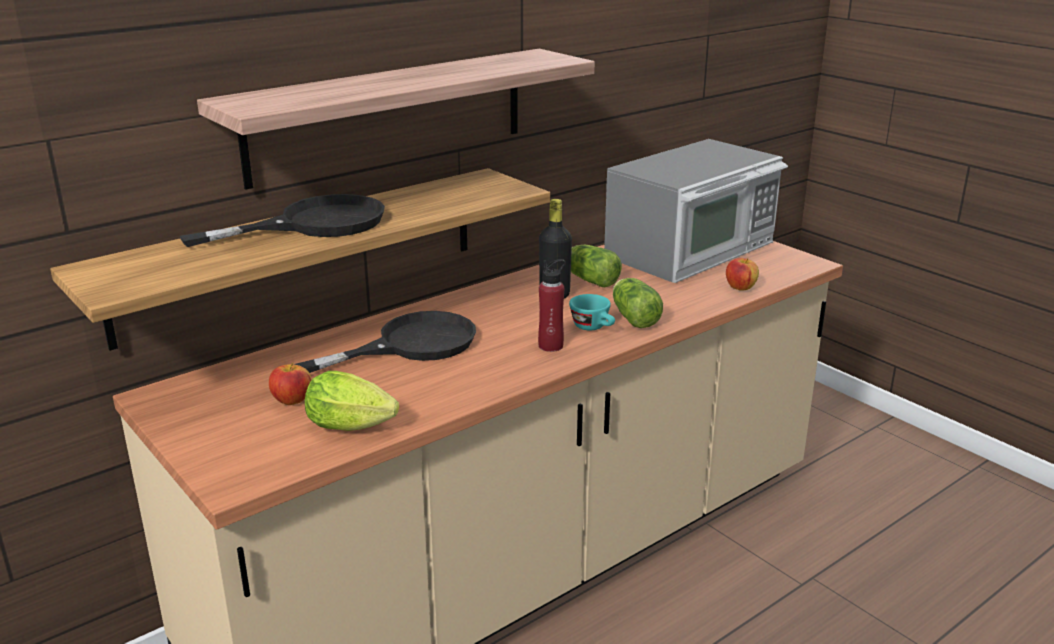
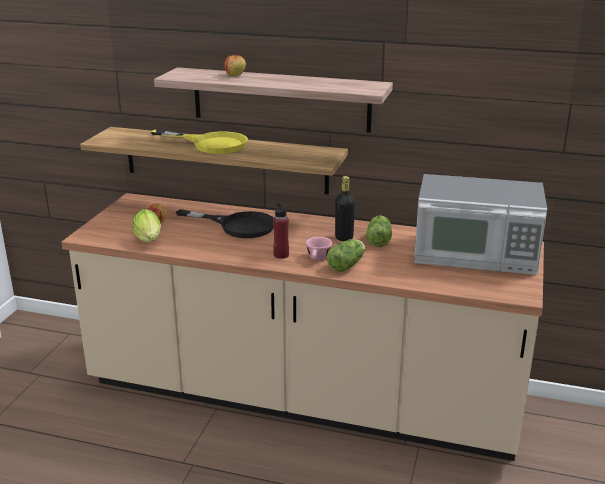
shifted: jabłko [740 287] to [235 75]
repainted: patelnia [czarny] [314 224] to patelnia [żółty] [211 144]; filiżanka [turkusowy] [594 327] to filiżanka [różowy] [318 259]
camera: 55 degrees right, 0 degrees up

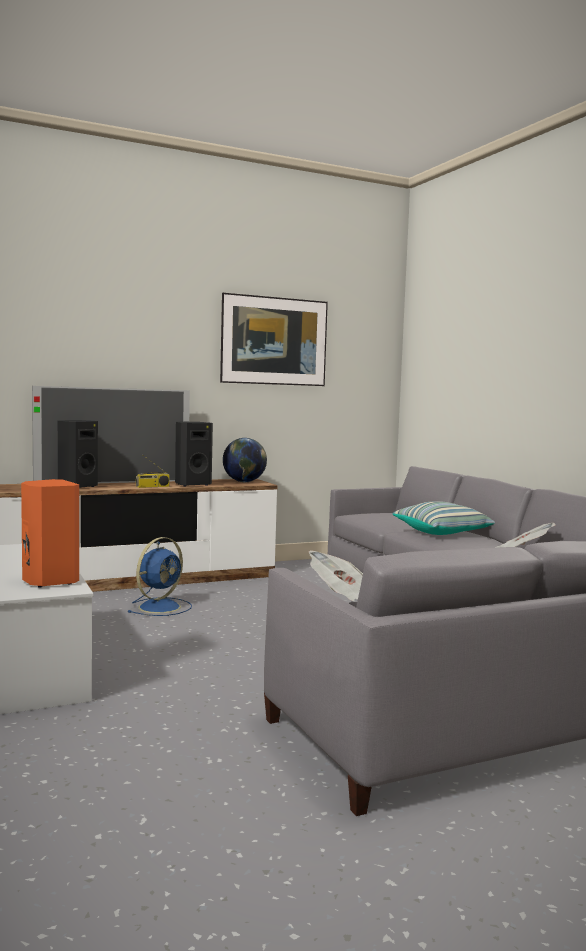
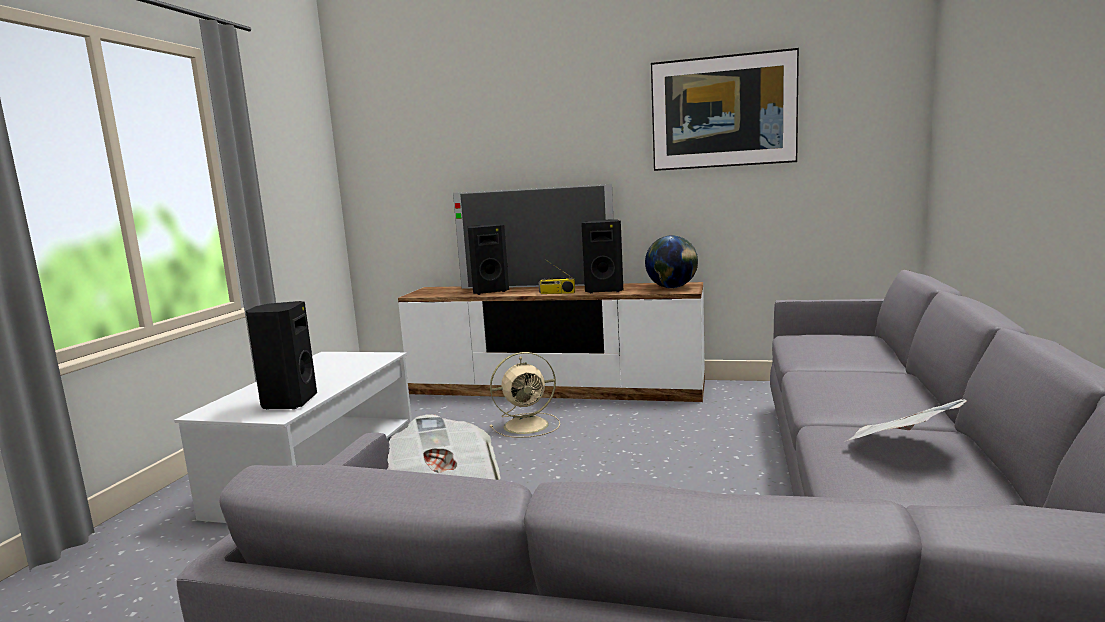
gone: poduszka [443 532]
repainted: głośnik [pomarańczowy] [49 581] to głośnik [czarny] [288 402]; wentylator [niebieski] [161 607] to wentylator [beżowy] [528 425]
camera: 40 degrees right, 5 degrees up

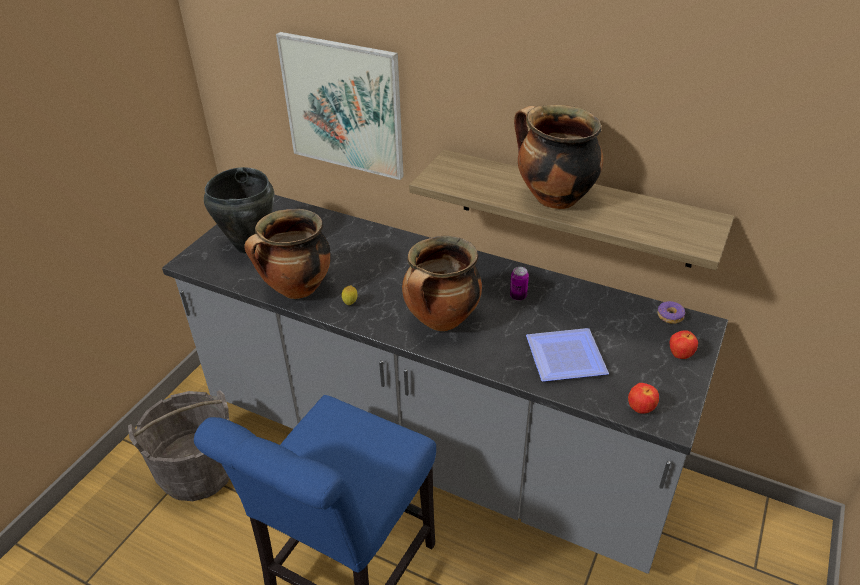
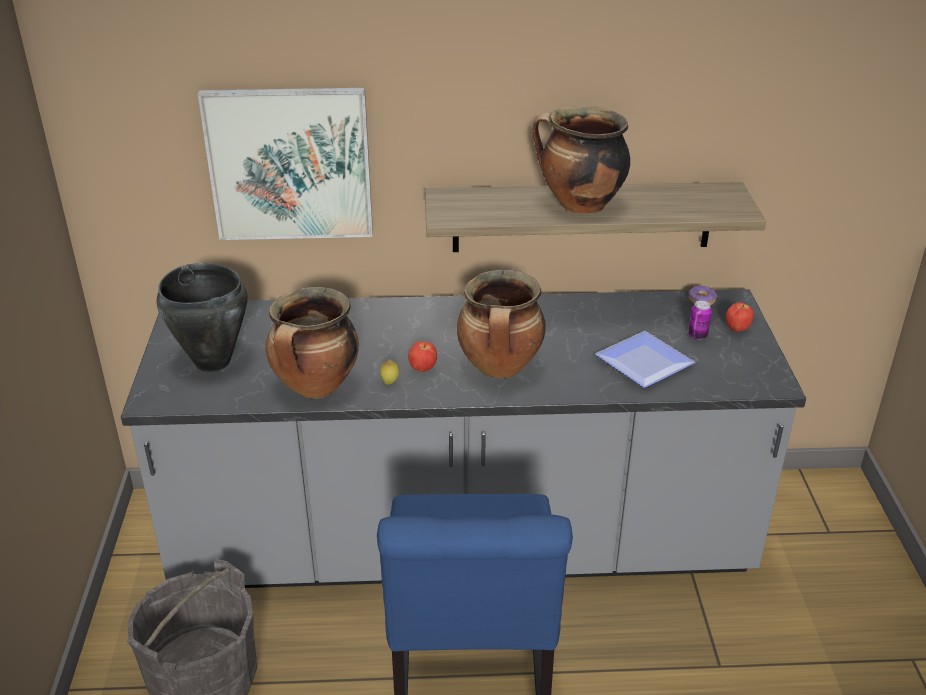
shifted: puszka [518 296] to [697 335]; jabłko [641 409] to [423 369]
camera: 30 degrees left, 5 degrees down

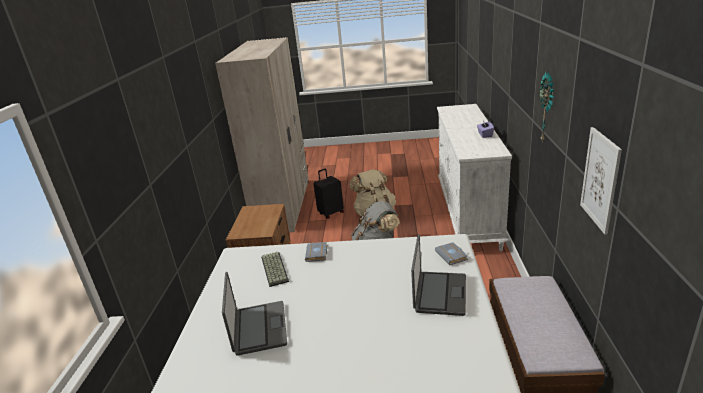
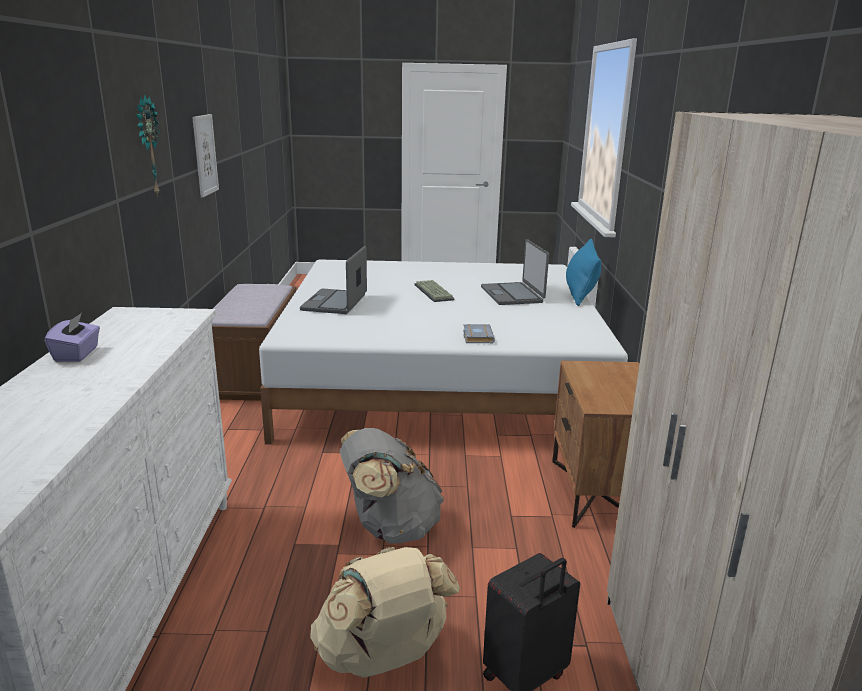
gone: książka [szary] [452 256]
new: poduszka [niebieski] [580 292]
shifted: klawiatura [273 269] to [434 292]
camera: 175 degrees right, 5 degrees down

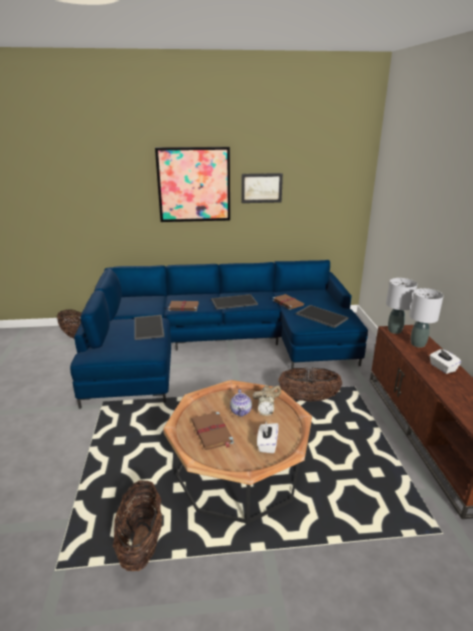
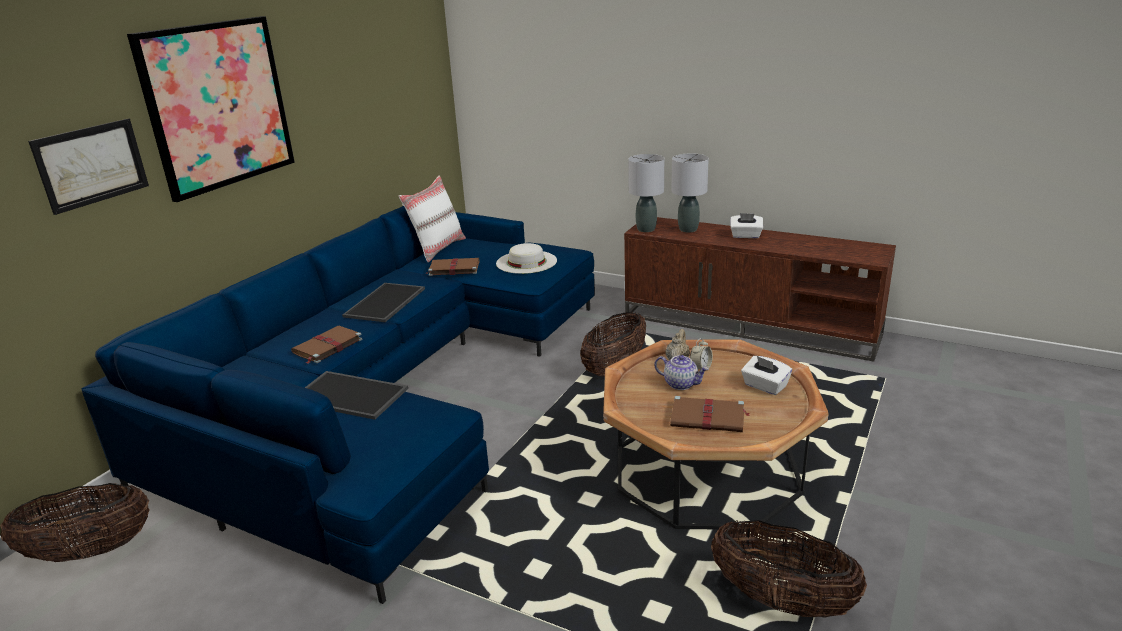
new: poduszka [biały] [438 248]
shifted: obraz [261 188] to [91 165]
swapped: taca [320 316] to kapelusz [biały] [526 262]
camera: 55 degrees left, 0 degrees up

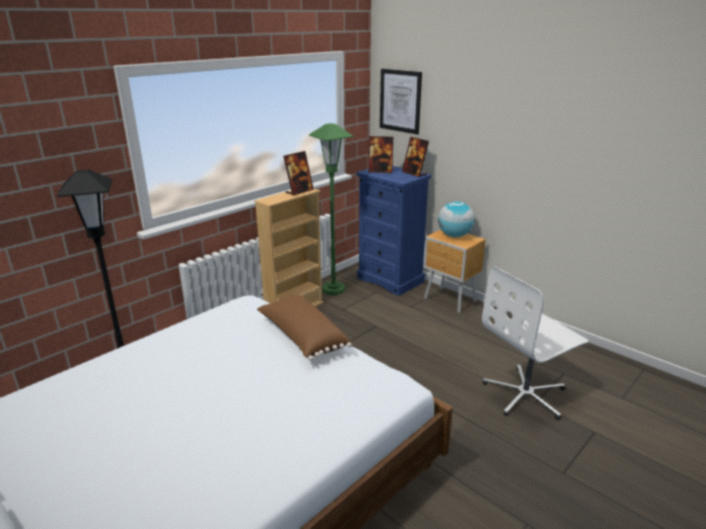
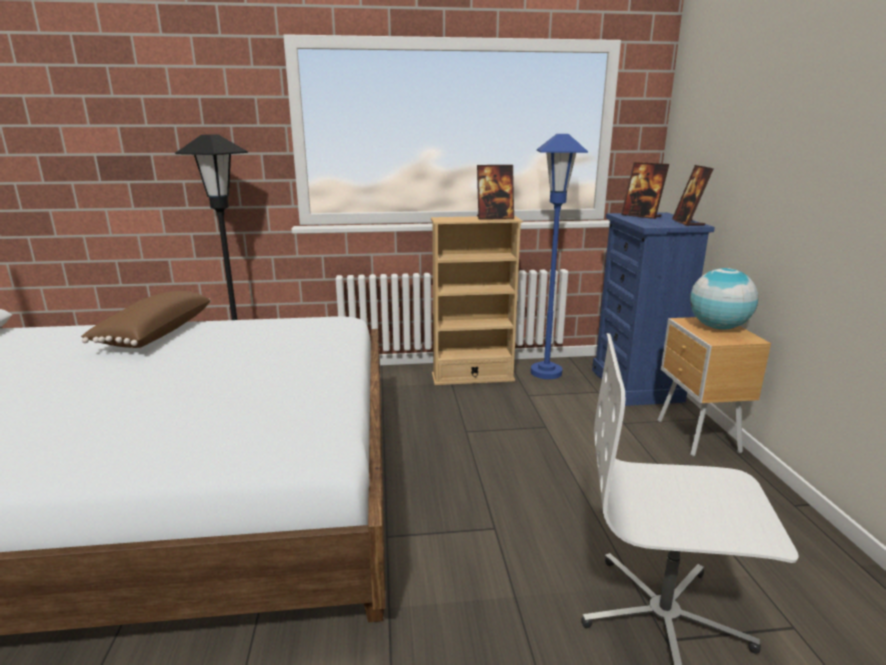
gone: obraz [400 101]
shifted: poduszka [brązowy] [302 337] to [154 334]
repainted: lampa stojąca [zielony] [333 289] to lampa stojąca [niebieski] [546 372]
camera: 40 degrees right, 5 degrees down

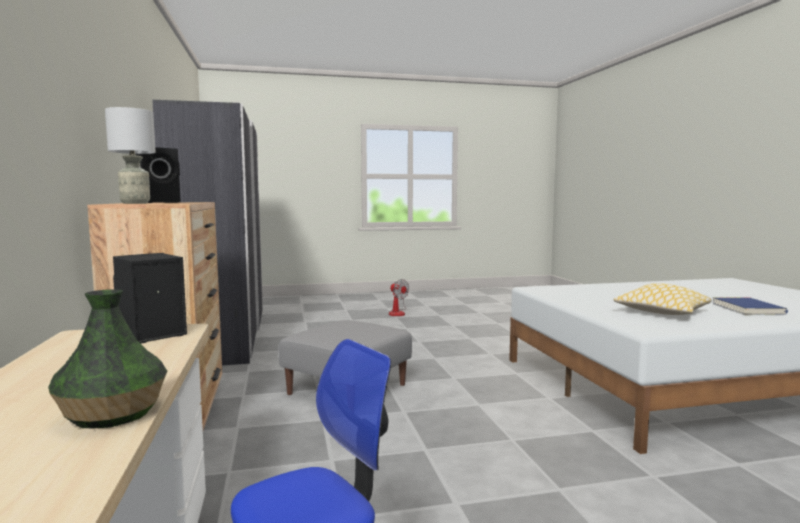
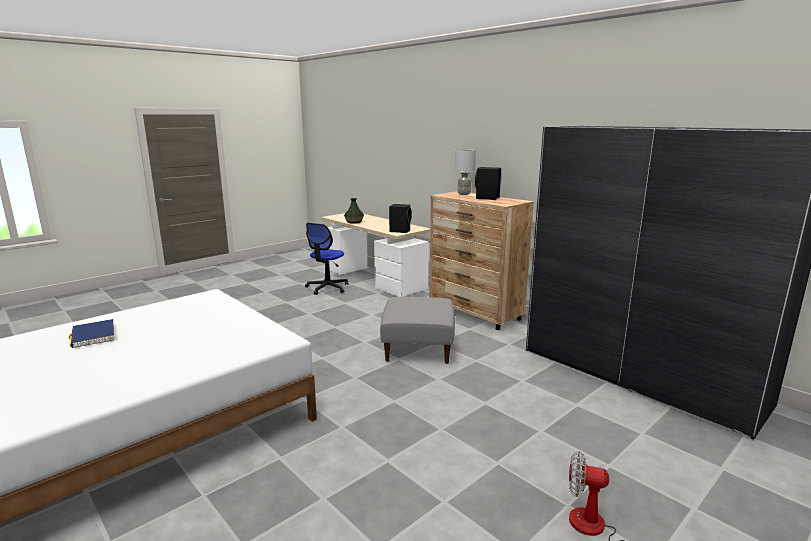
gone: poduszka [662 312]
camera: 150 degrees right, 10 degrees up

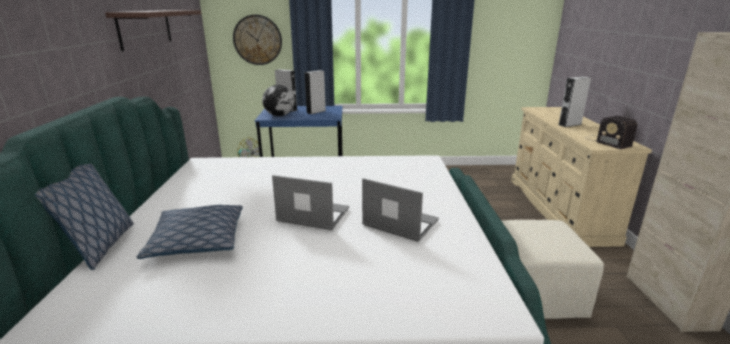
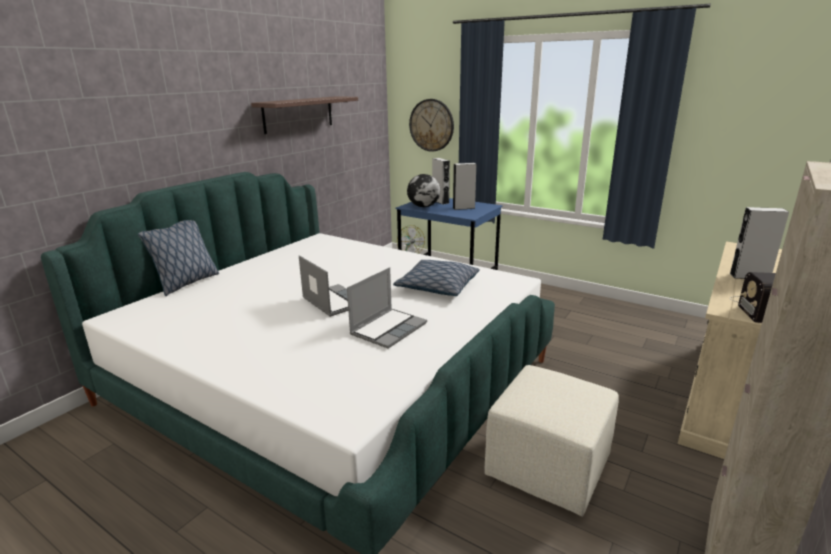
shifted: poduszka [197 241] to [437 287]
rotated: laptop [399 223] = [388 329] 60 degrees clockwise
camera: 35 degrees right, 0 degrees up

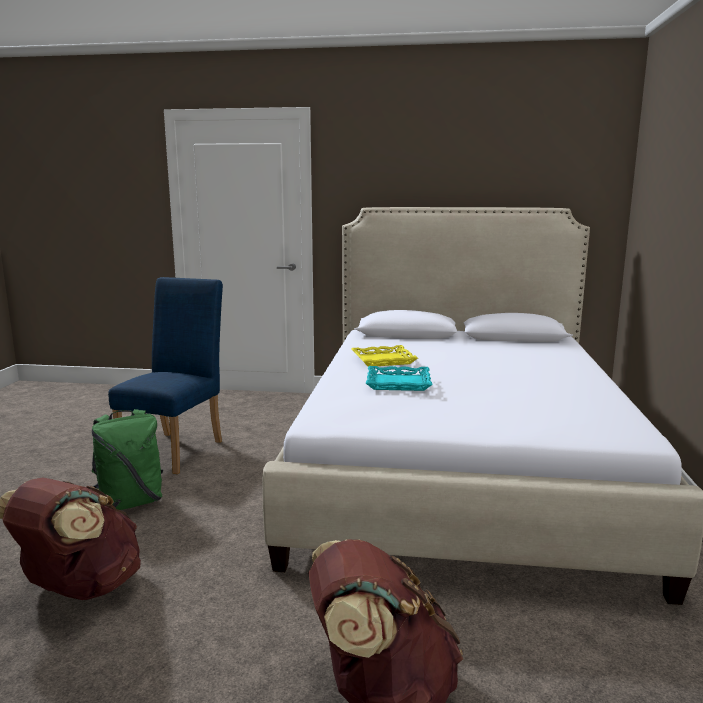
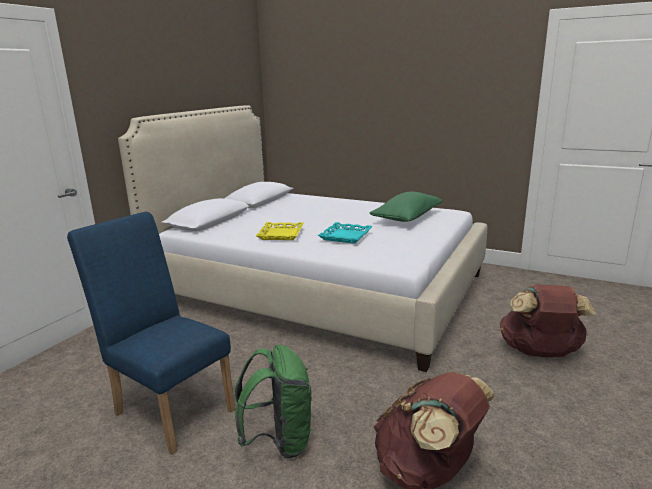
new: poduszka [zielony] [407 218]
camera: 70 degrees left, 5 degrees up

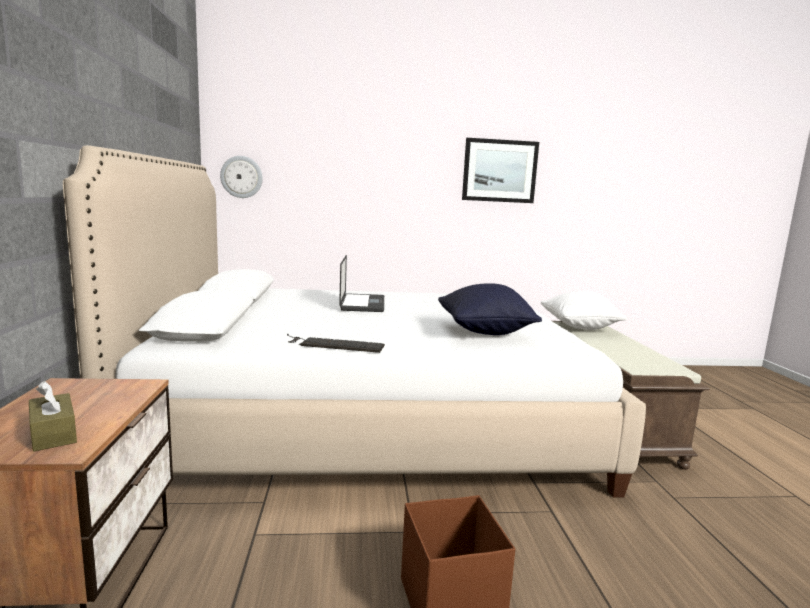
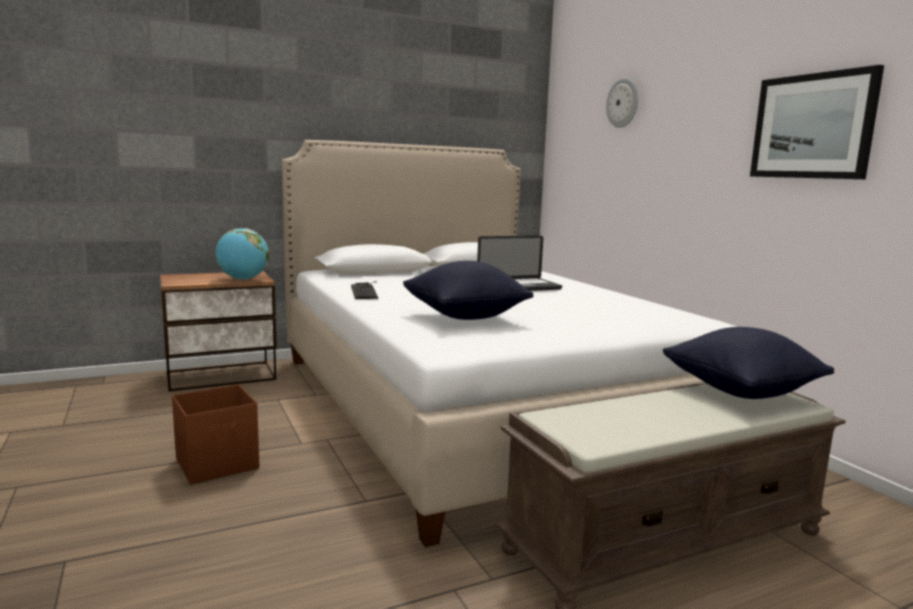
gone: pudełko chusteczek [brązowy] [53 433]
new: globus [243 279]
shifted: zegar ścienny [241 177] to [623 103]
repainted: poduszka [biały] [579 327] to poduszka [czarny] [740 391]
camera: 70 degrees right, 0 degrees up

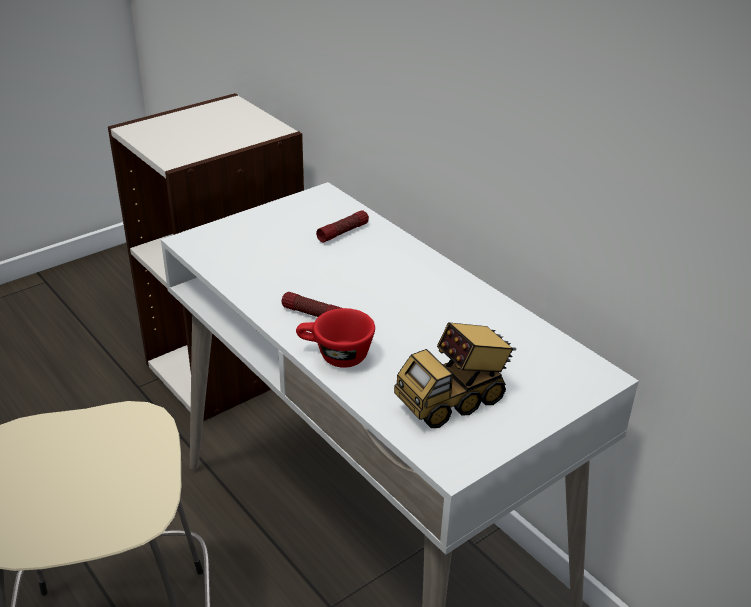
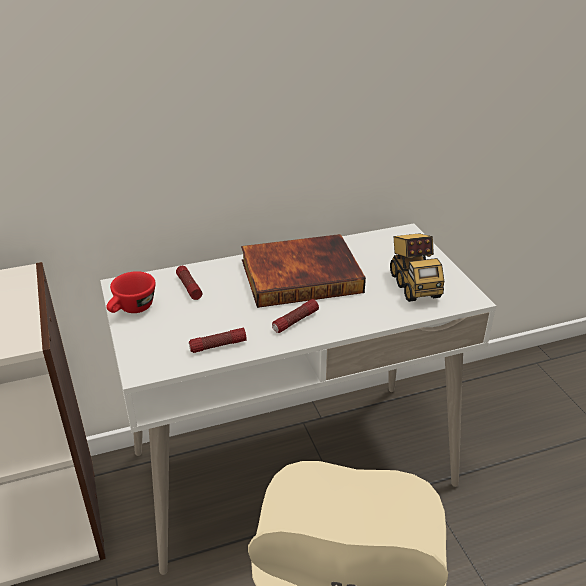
new: latarka [218 346]; książka [301 274]
shifted: filiżanka [czerwony] [335 356] to [132 309]
camera: 70 degrees left, 0 degrees up

